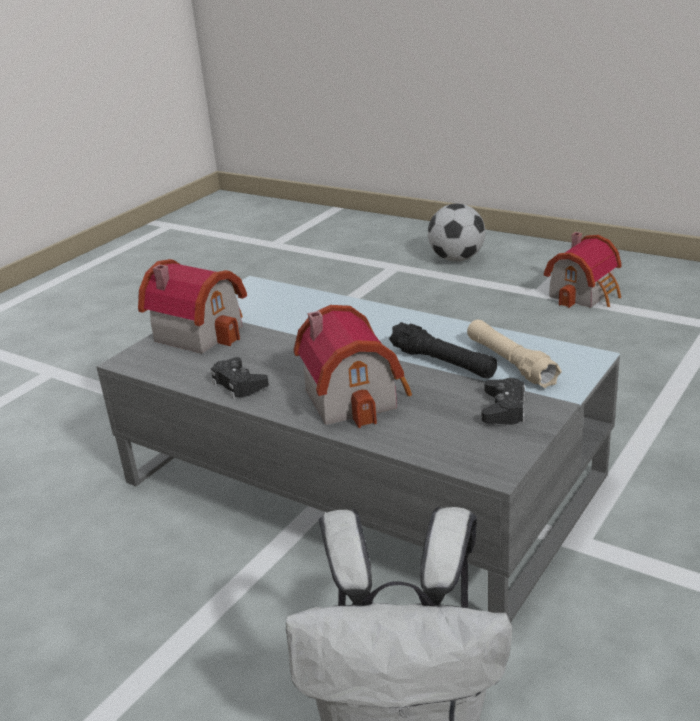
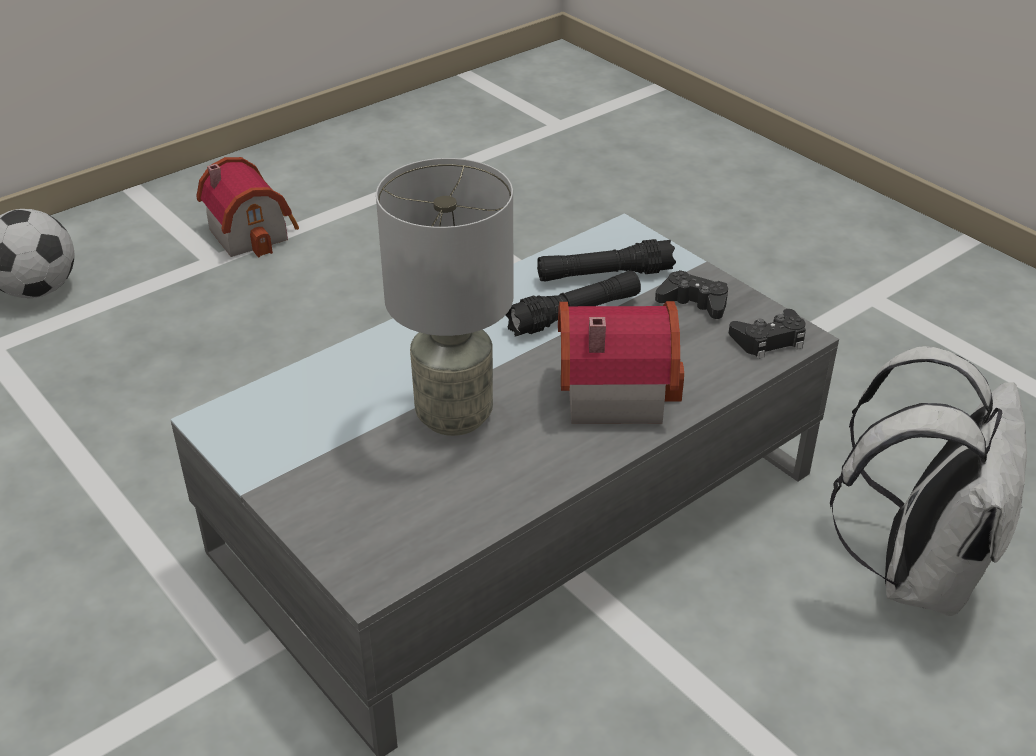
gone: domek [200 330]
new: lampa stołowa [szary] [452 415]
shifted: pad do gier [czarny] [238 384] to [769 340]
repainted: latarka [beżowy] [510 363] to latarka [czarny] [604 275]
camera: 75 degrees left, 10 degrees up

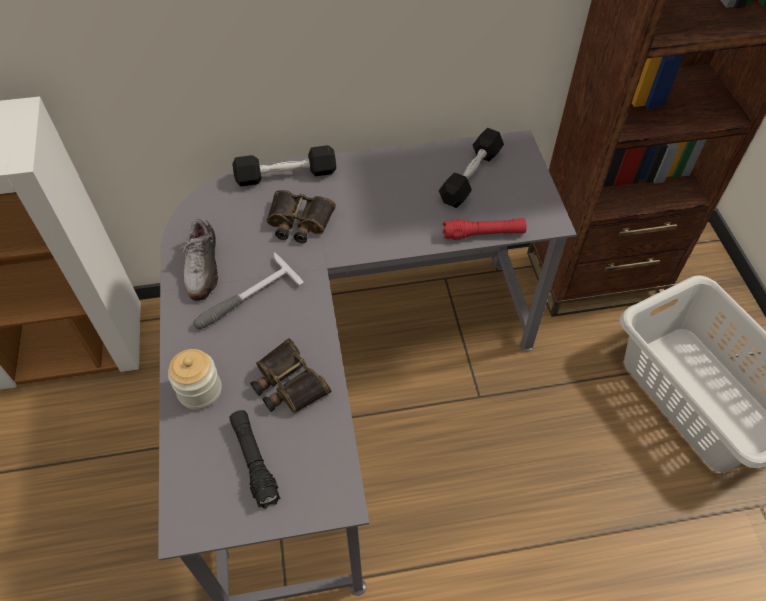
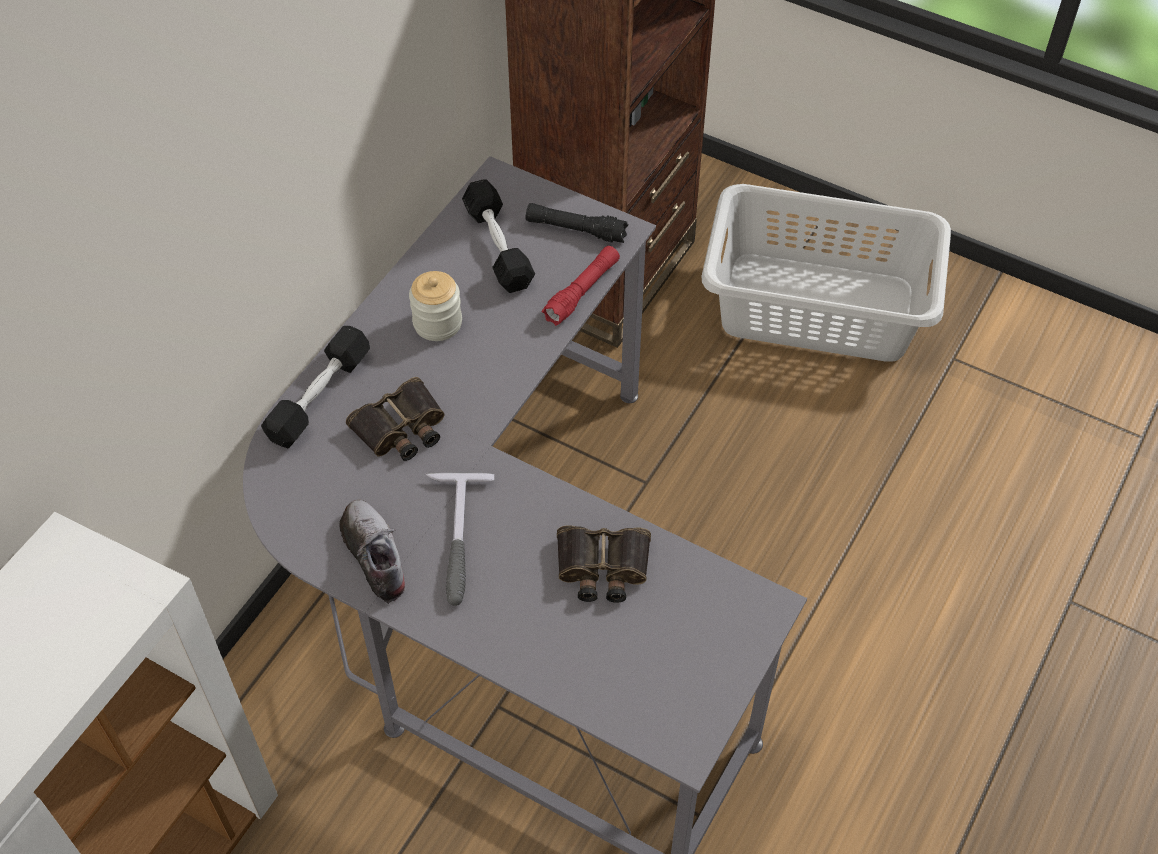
shifted: słoik [200 391] to [437 323]; latarka [czarny] [254 461] to [575 230]
rotated: but [202 268] = [374 554] 150 degrees counterclockwise
camera: 50 degrees left, 0 degrees up

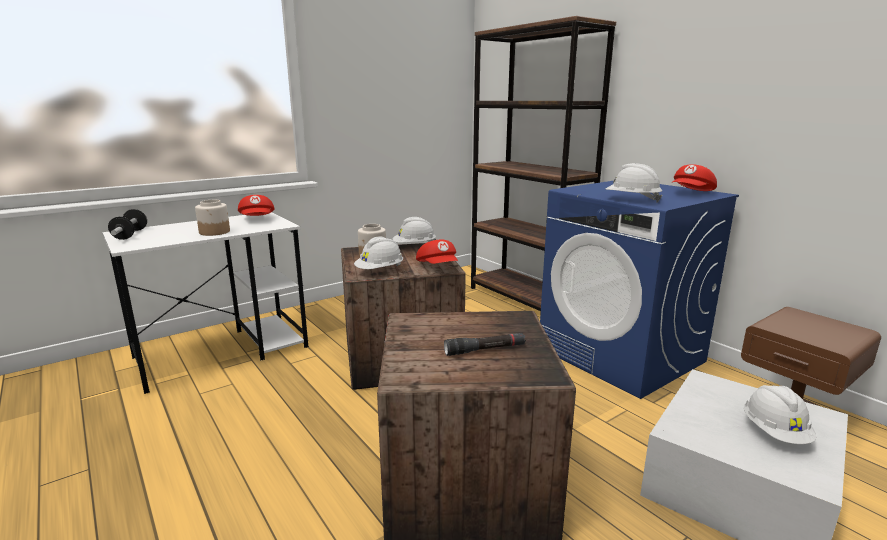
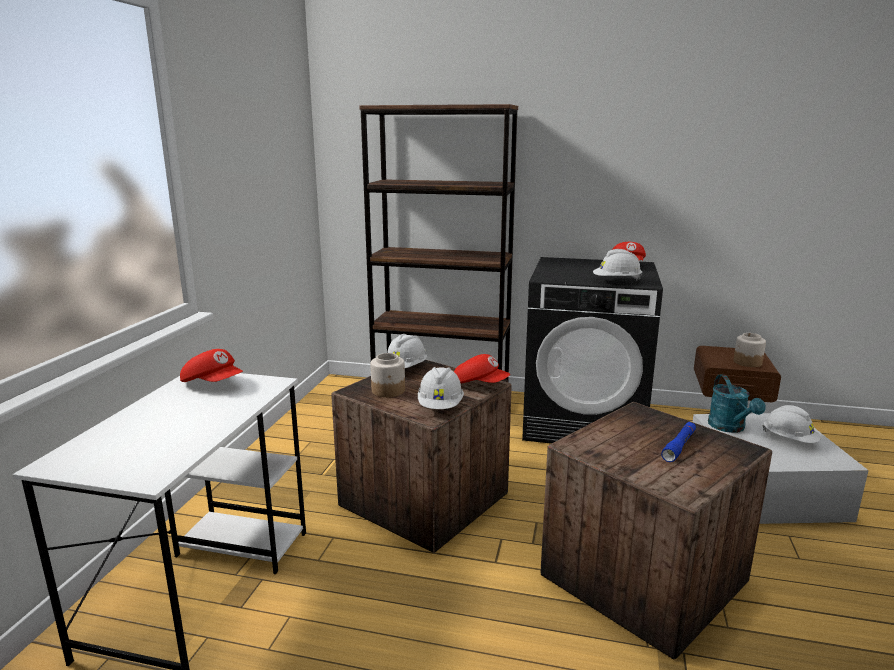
gone: hantel [130 234]
new: konewka [turkusowy] [730 428]
shifted: słoik [215 232] to [747 362]
repainted: latarka [czarny] [485 350] to latarka [niebieski] [679 446]; pralka [niebieski] [621 355] to pralka [czarny] [585 422]
camera: 40 degrees left, 0 degrees up

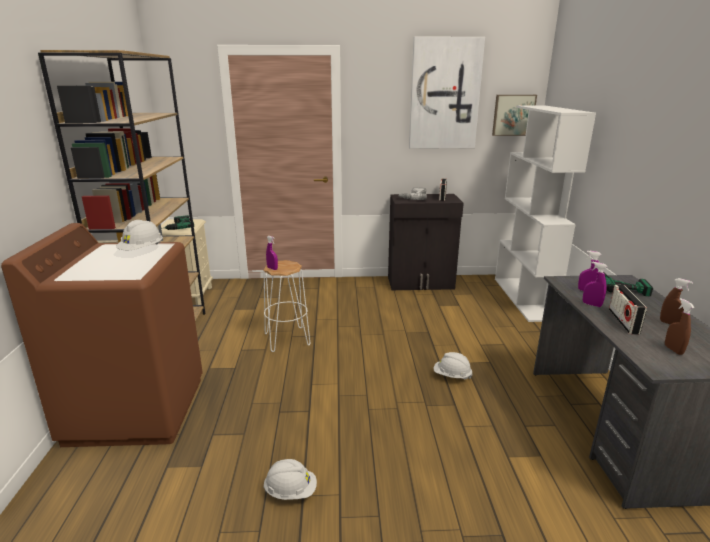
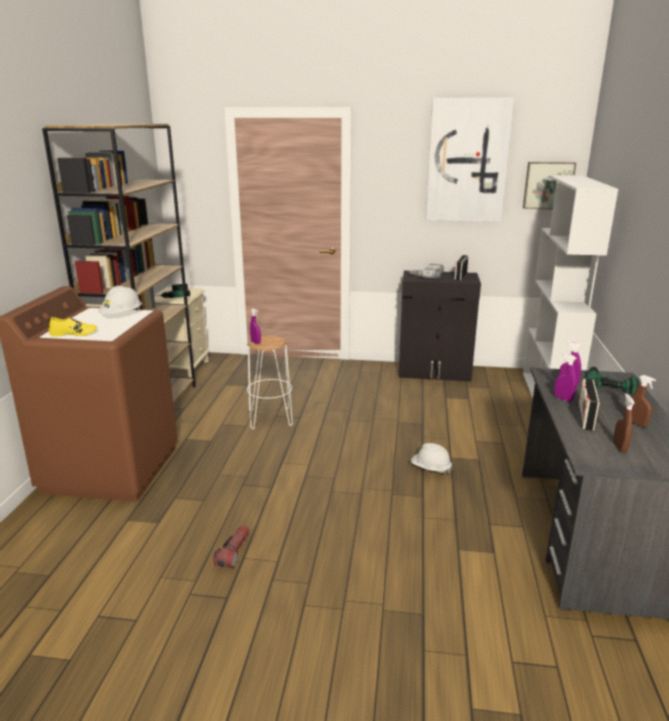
new: but [żółty] [74 333]
swapped: kask [biały] [291 491] to latarka [233 553]
camera: 10 degrees right, 0 degrees up

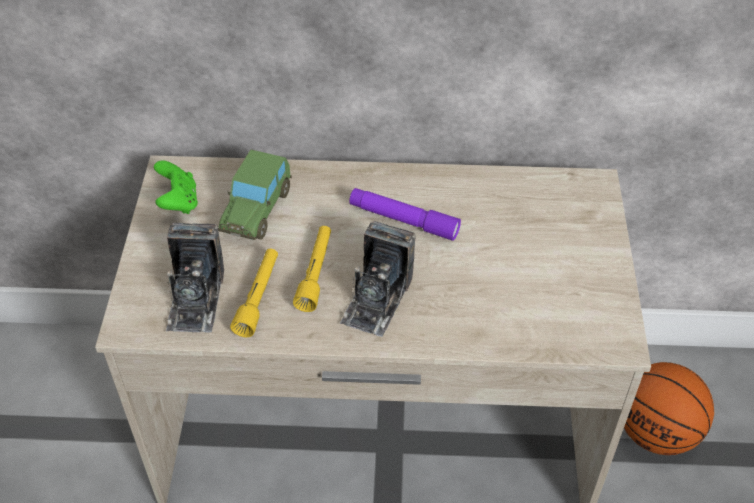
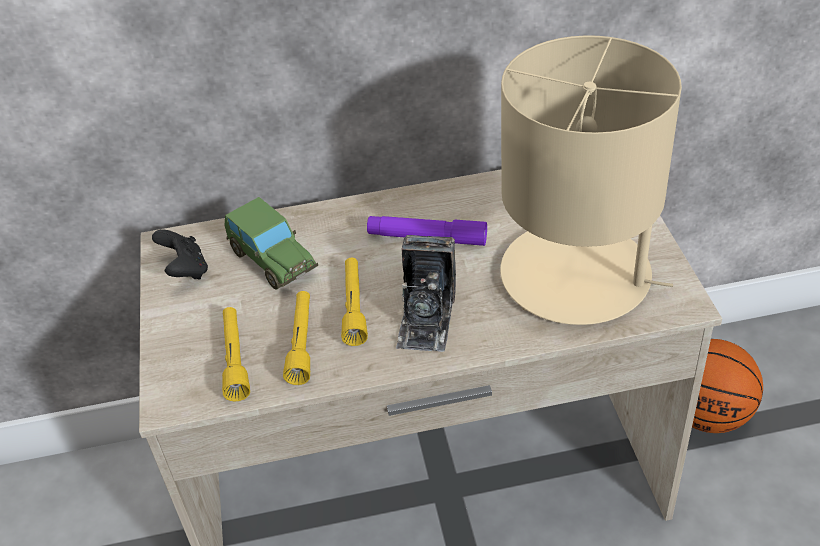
new: lampa stołowa [beżowy] [577 275]
swapped: aparat fotograficzny [196 298] to latarka [żółty] [235 359]
repainted: pad do gier [zielony] [178 202] to pad do gier [czarny] [186 270]
rotated: samochodzik [257 210] = [272 260] 45 degrees counterclockwise
camera: 10 degrees left, 5 degrees down

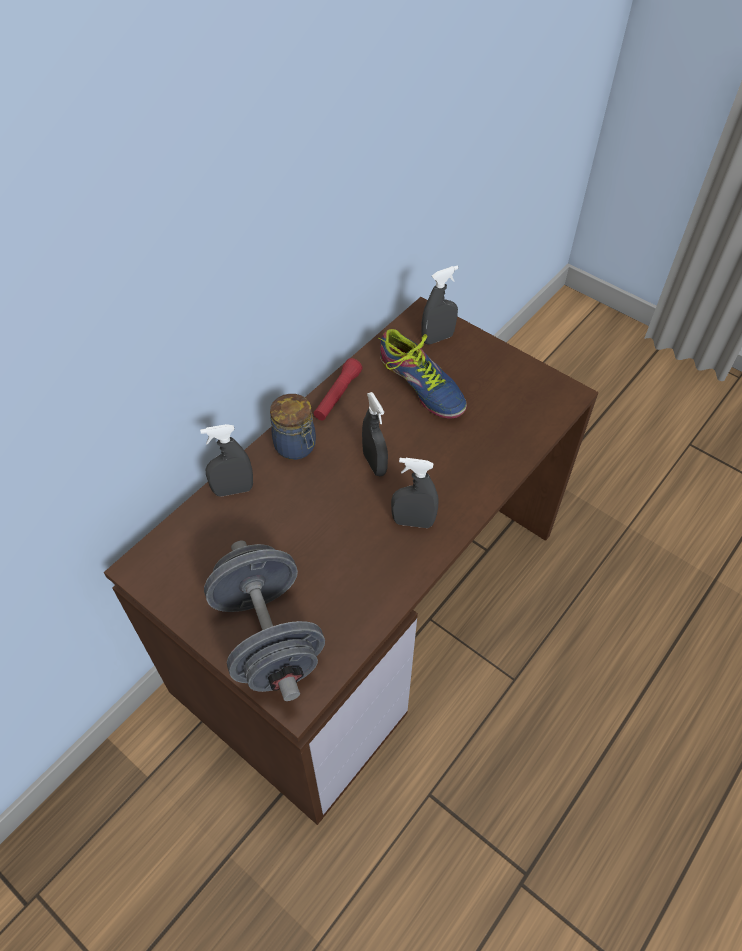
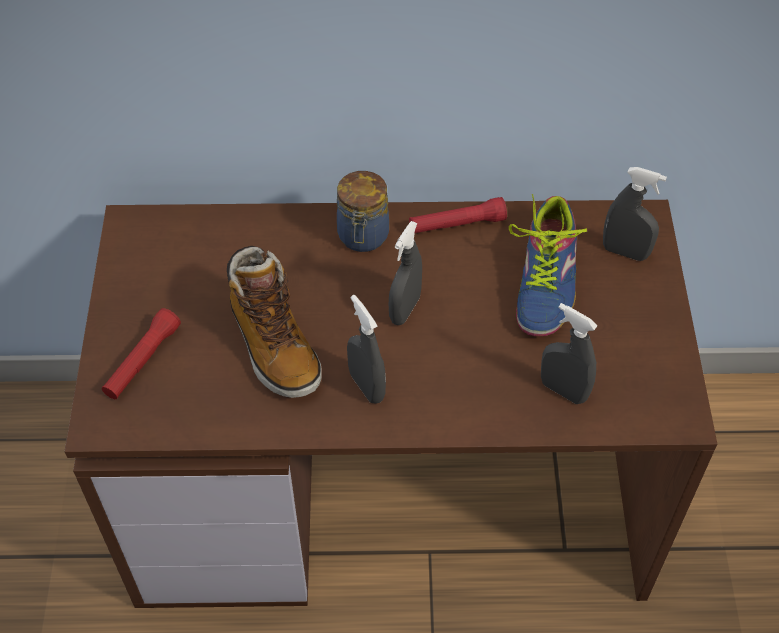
new: but z cholewką [273 345]
shifted: spryskiwacz [szary] [233 490] to [563 390]
swapped: hantel [szary] [268 636] to latarka [czerwony] [142 361]
camera: 50 degrees right, 0 degrees up

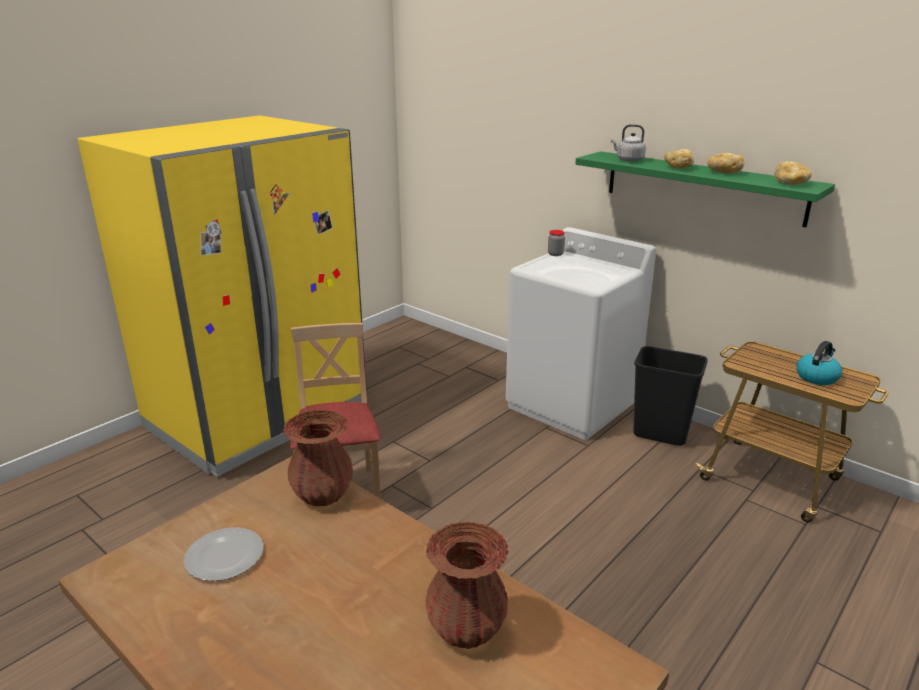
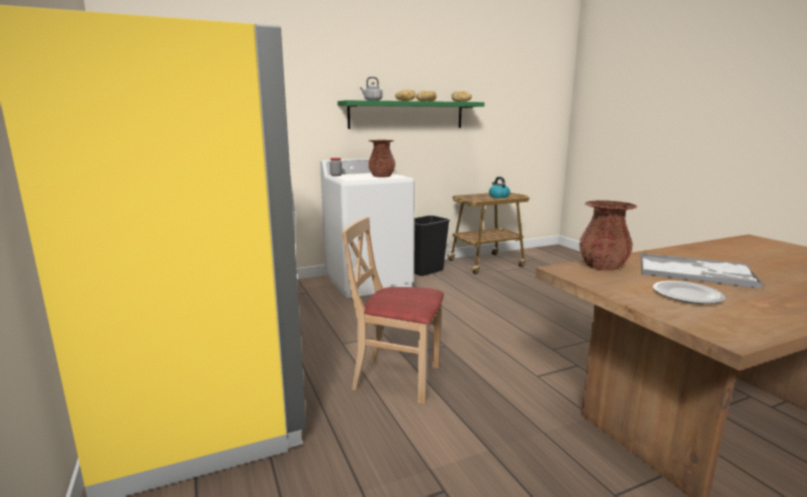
new: taca [695 272]
shifted: wazon [brązowy] [466 628] to [381 176]
camera: 65 degrees left, 10 degrees down

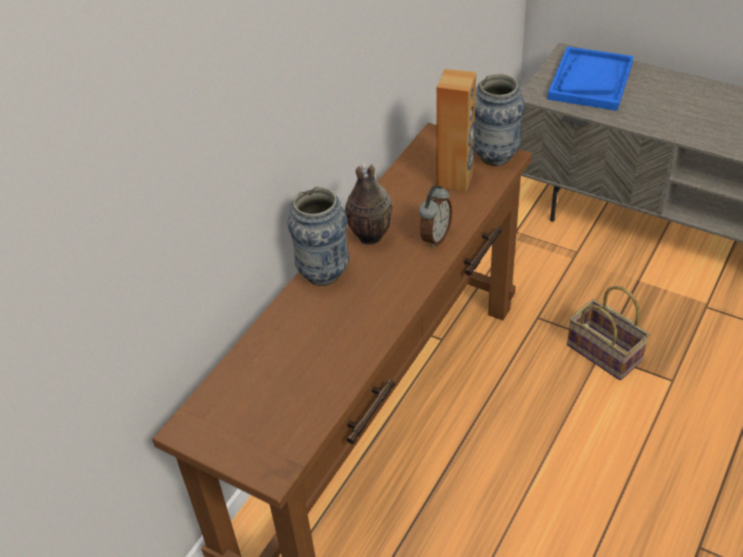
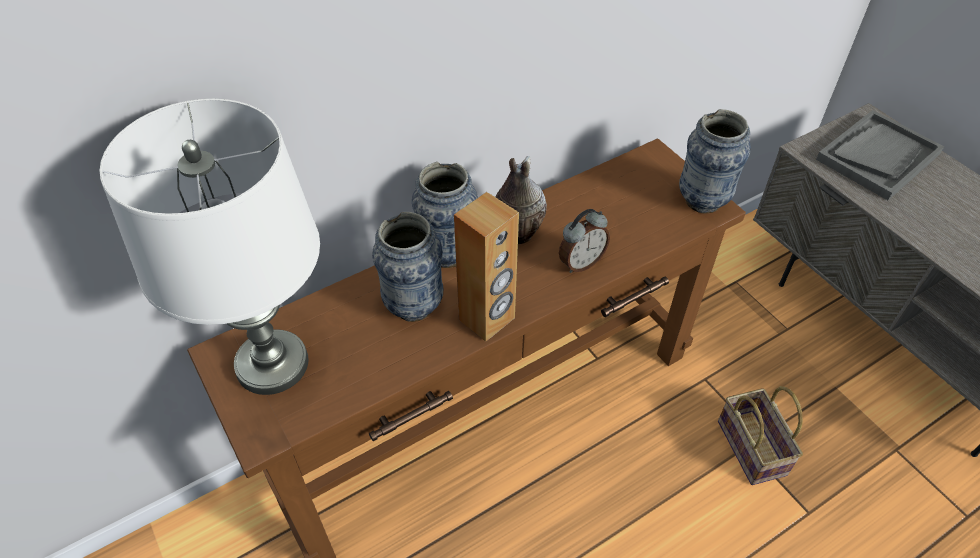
new: lampa stołowa [biały] [271 364]; wazon [413 306]
shifted: głośnik [brązowy] [455 179] to [487 319]
repainted: taca [niebieski] [590 81] to taca [szary] [878 156]
camera: 25 degrees right, 5 degrees up

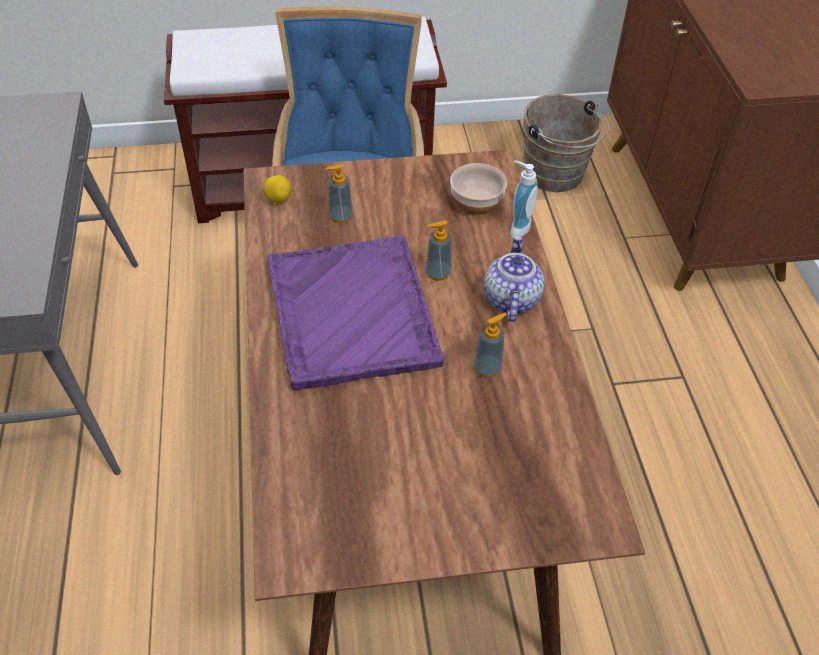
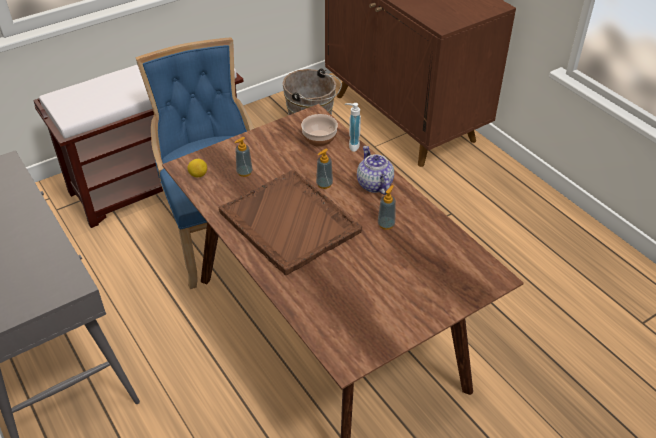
repainted: taca [fioletowy] [352 314] to taca [brązowy] [290 223]
camera: 25 degrees left, 5 degrees down

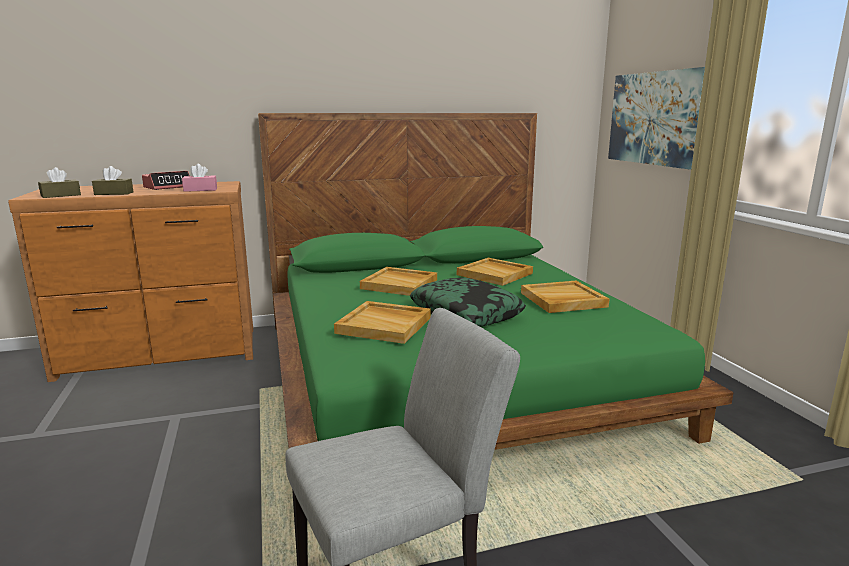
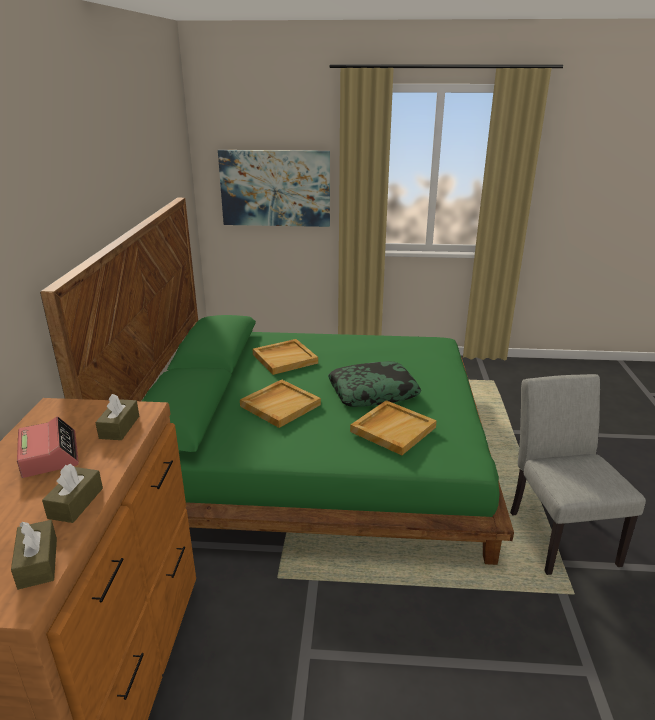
gone: taca [beżowy] [562 300]
repainted: pudełko chusteczek [różowy] [200 190] to pudełko chusteczek [brązowy] [119 427]
camera: 70 degrees left, 10 degrees up

